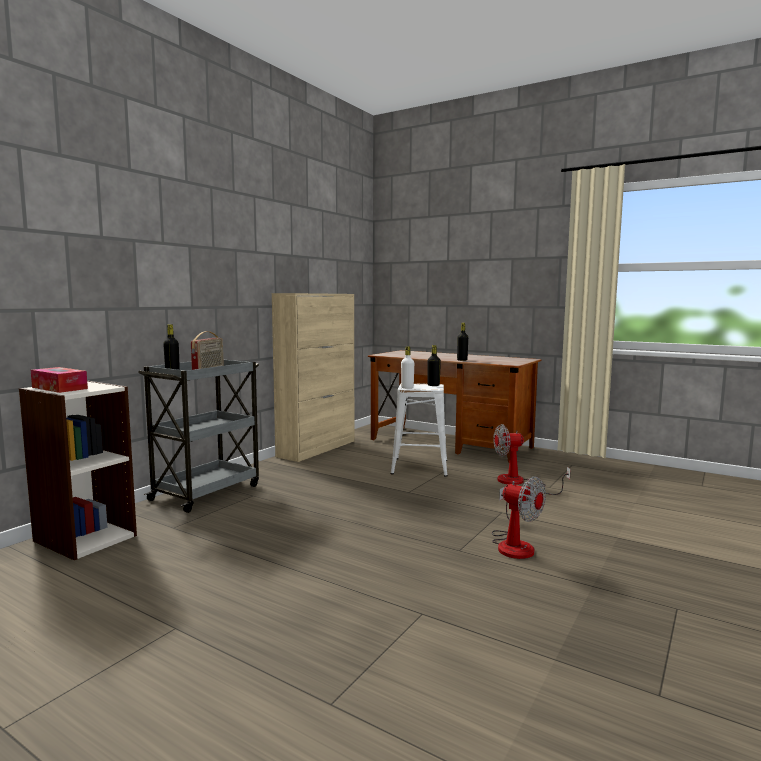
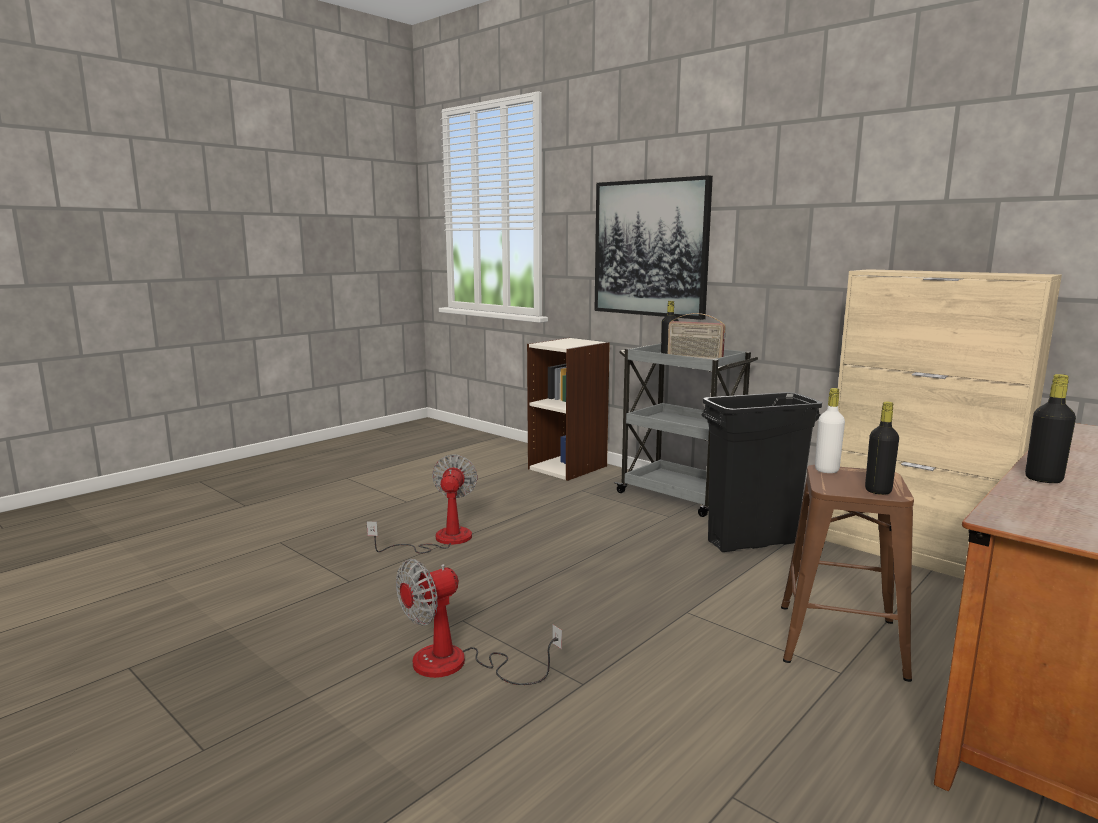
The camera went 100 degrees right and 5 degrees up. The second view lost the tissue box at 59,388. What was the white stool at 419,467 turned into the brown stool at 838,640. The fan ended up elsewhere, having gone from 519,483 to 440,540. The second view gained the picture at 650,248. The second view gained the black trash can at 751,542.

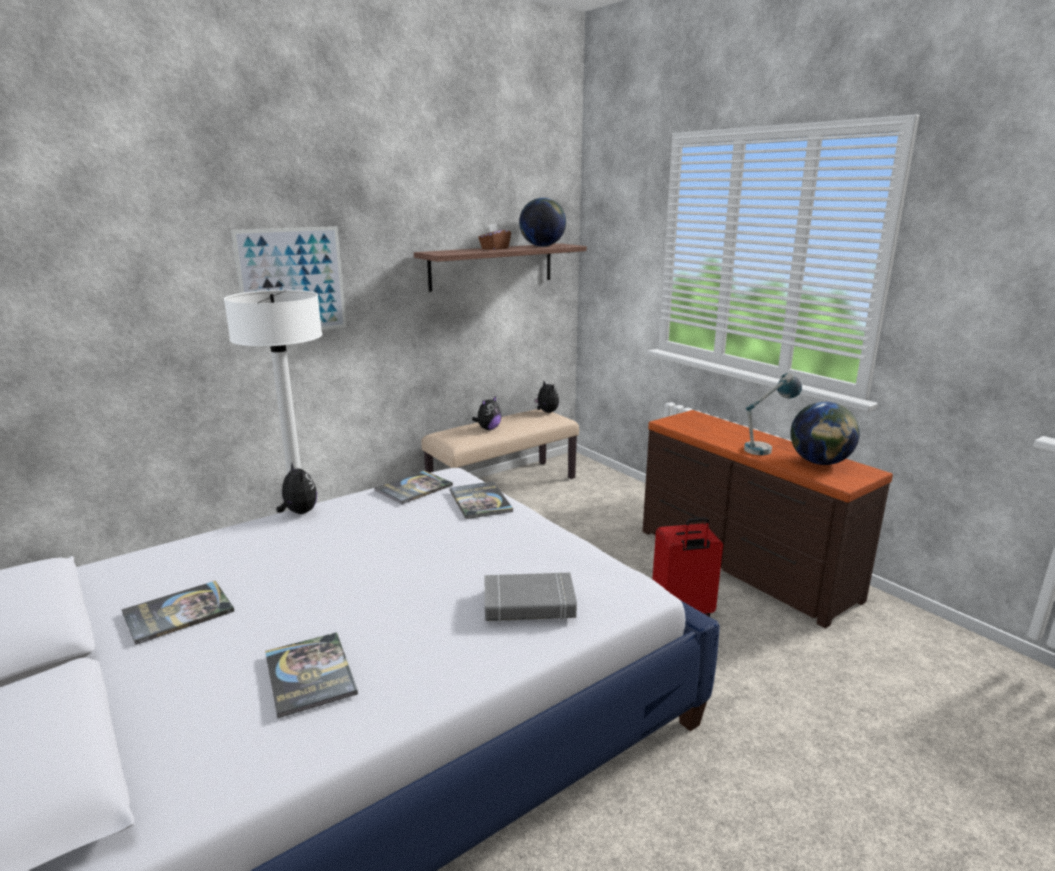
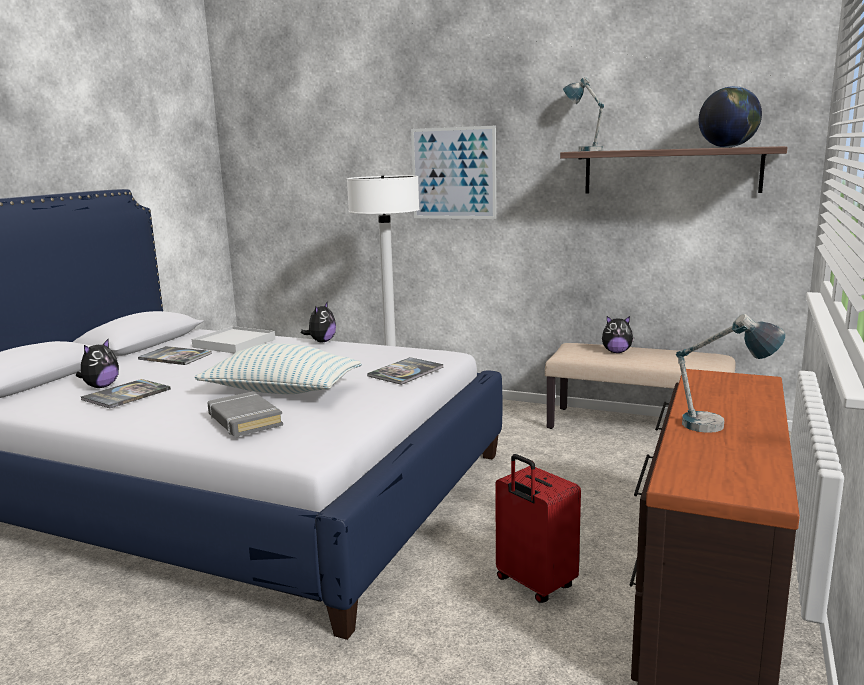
The camera went 60 degrees right and 5 degrees down. The second view lost the book at 413,488. The second view lost the brown tissue box at 494,248. The plush toy ended up elsewhere, having gone from 546,412 to 101,386. The second view lost the globe at 820,462. The second view gained the white tray at 234,343. The second view gained the pillow at 281,391. The second view gained the table lamp at 583,151.

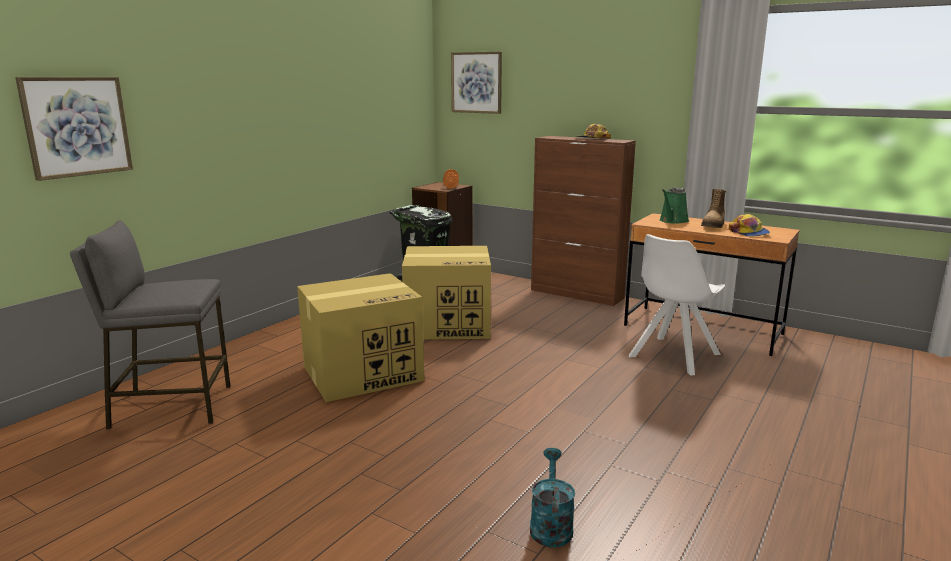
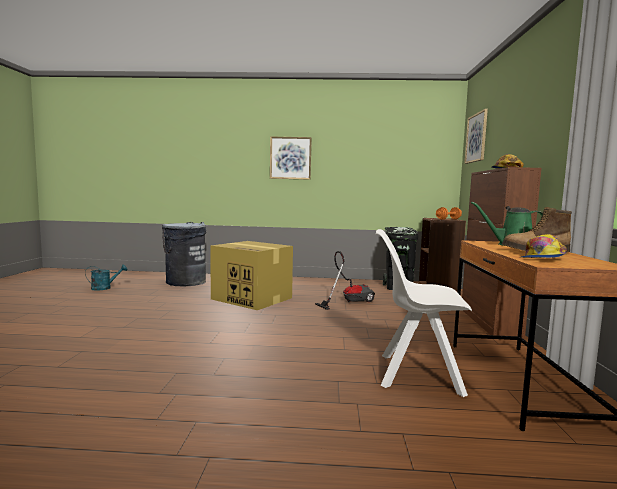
The camera went 60 degrees right and 10 degrees down. The picture ended up elsewhere, having gone from 77,126 to 290,158. Where the grey stool stood at 171,406, the grey trash can came to stand at 185,282. Where the cardboard box stood at 449,325, the vacuum cleaner came to stand at 348,301. The turquoise watering can ended up elsewhere, having gone from 550,525 to 105,288.

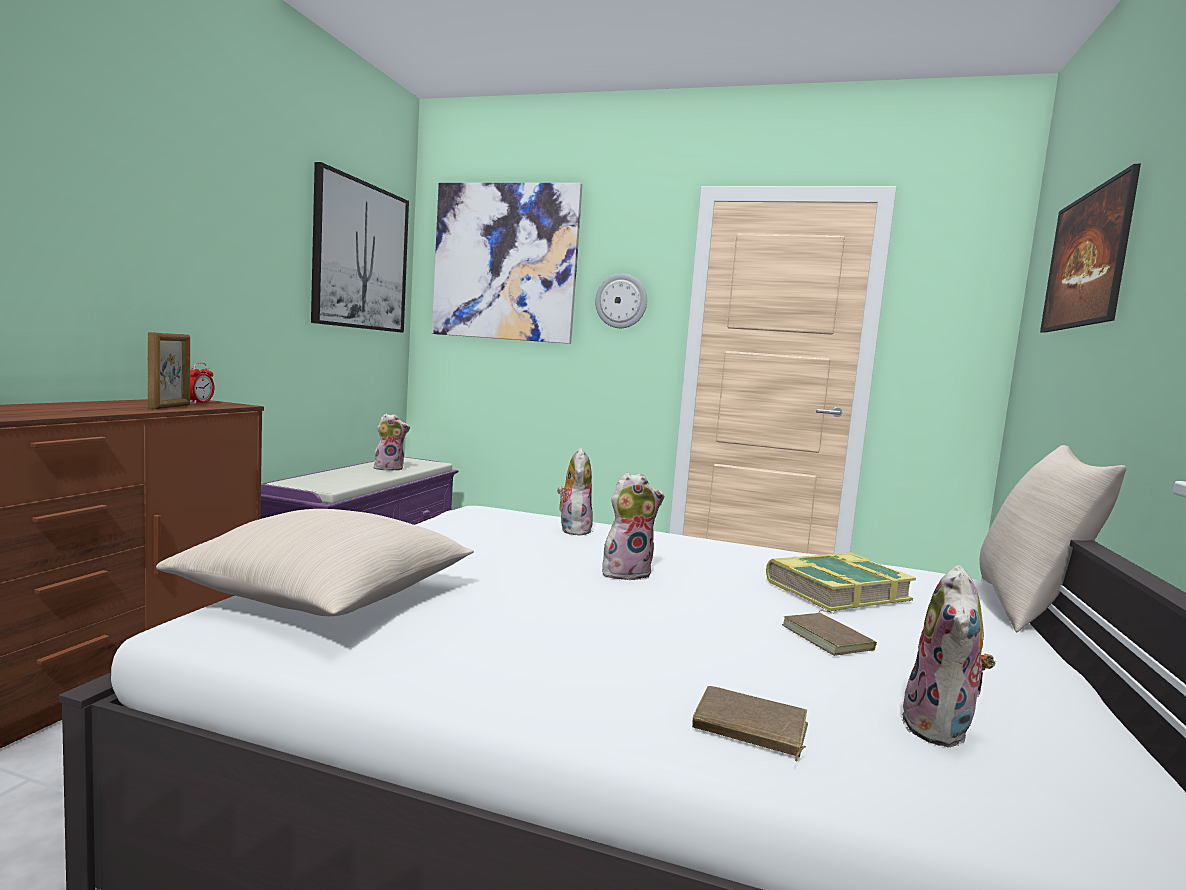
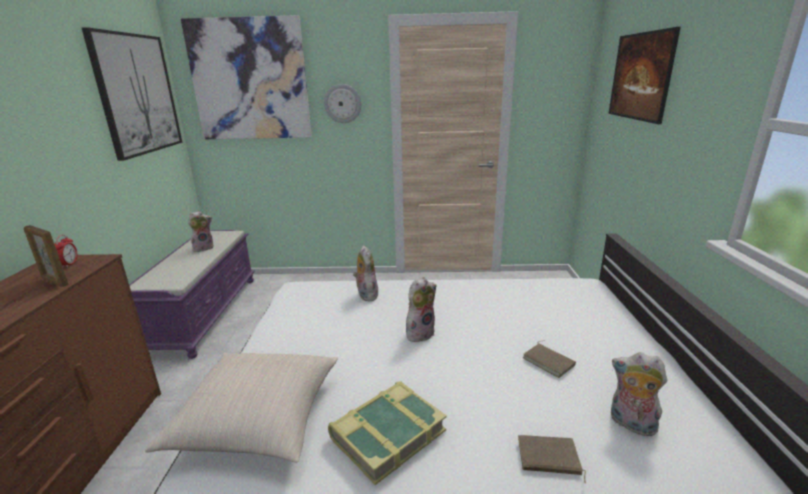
The camera went 15 degrees left and 15 degrees up. The picture frame at 170,407 ended up facing another way, 135 degrees clockwise from before. The book ended up elsewhere, having gone from 836,591 to 387,434. The plush toy at 941,730 ended up facing another way, 120 degrees clockwise from before. The second view lost the beige pillow at 1029,608.

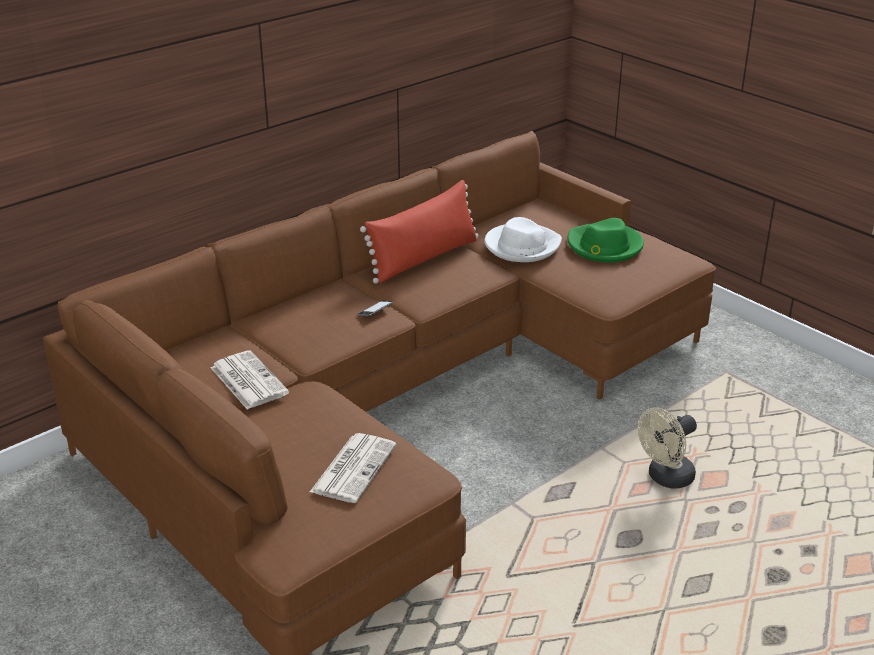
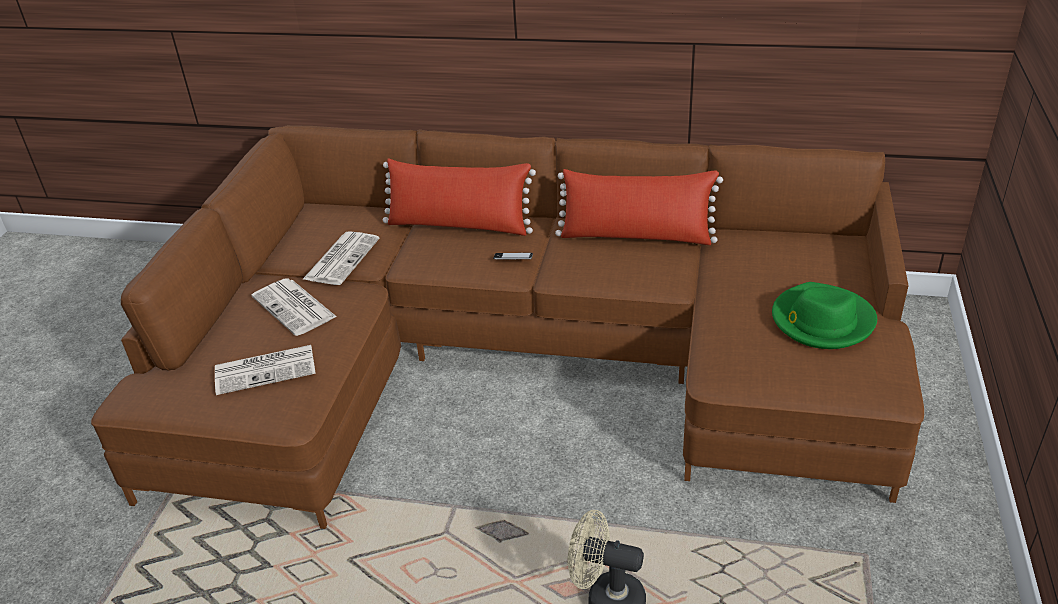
The camera went 55 degrees right and 5 degrees up. The second view lost the white hat at 522,246. The second view gained the newspaper at 295,307. The second view gained the red pillow at 459,225.

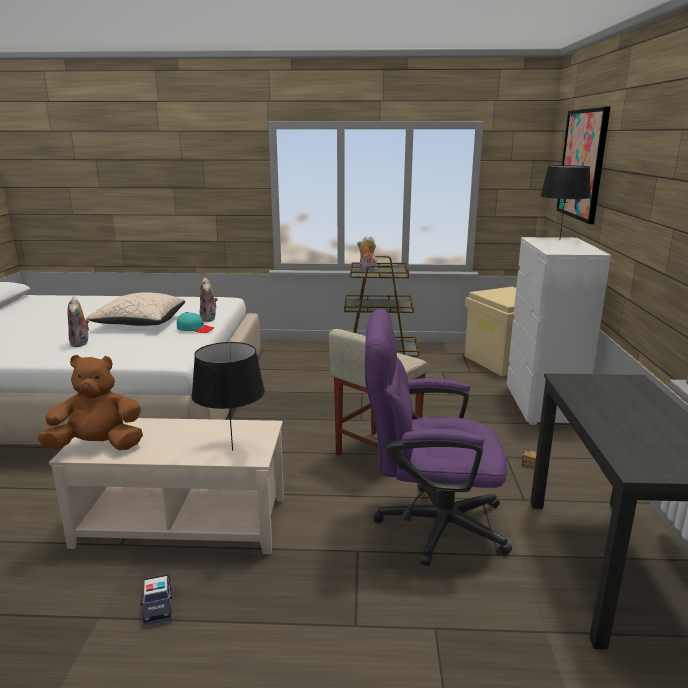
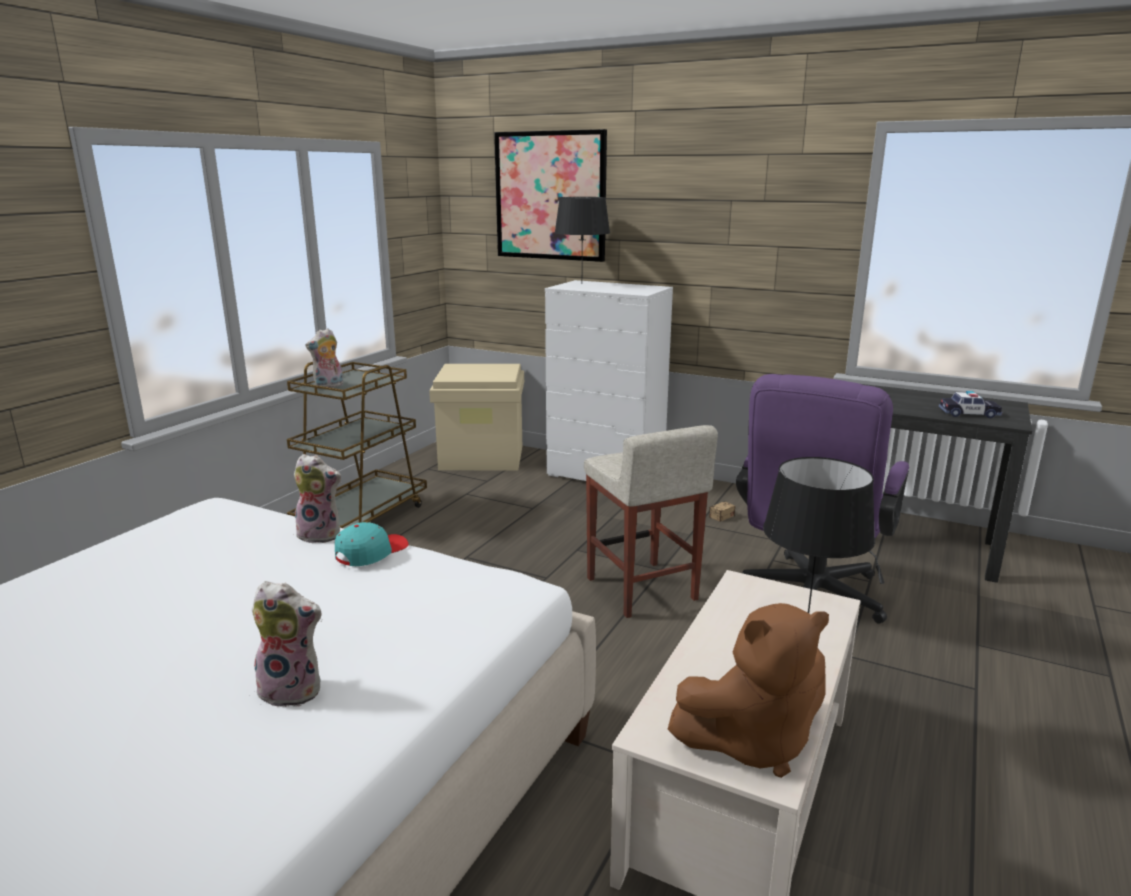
The camera went 65 degrees left and 0 degrees up. The brown plush toy at 98,446 ended up facing another way, 120 degrees counterclockwise from before. The second view lost the beige pillow at 140,323. The toy car ended up elsewhere, having gone from 157,604 to 969,413.

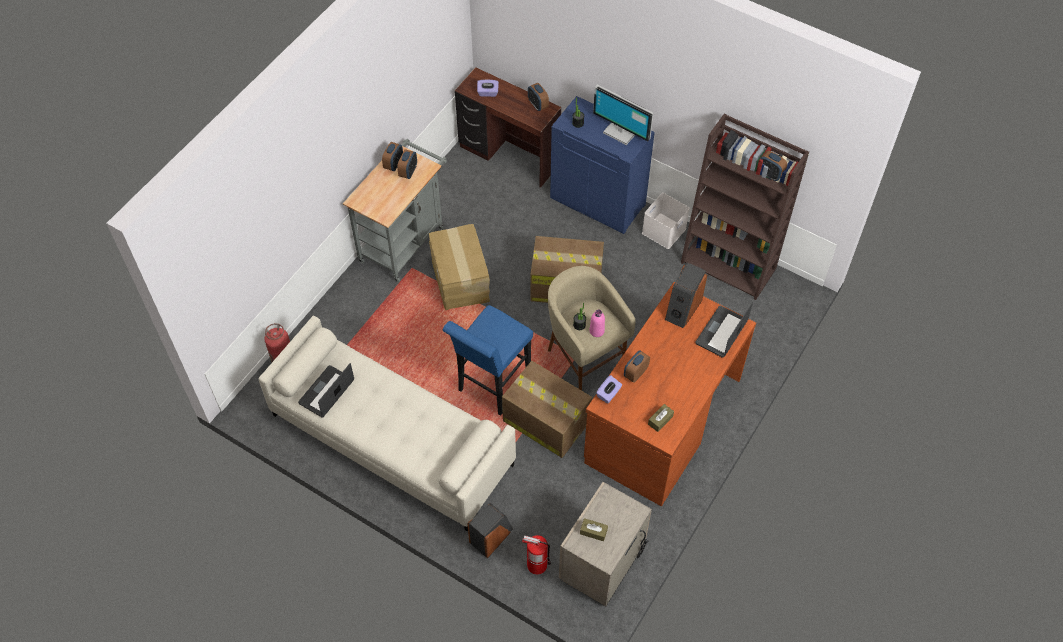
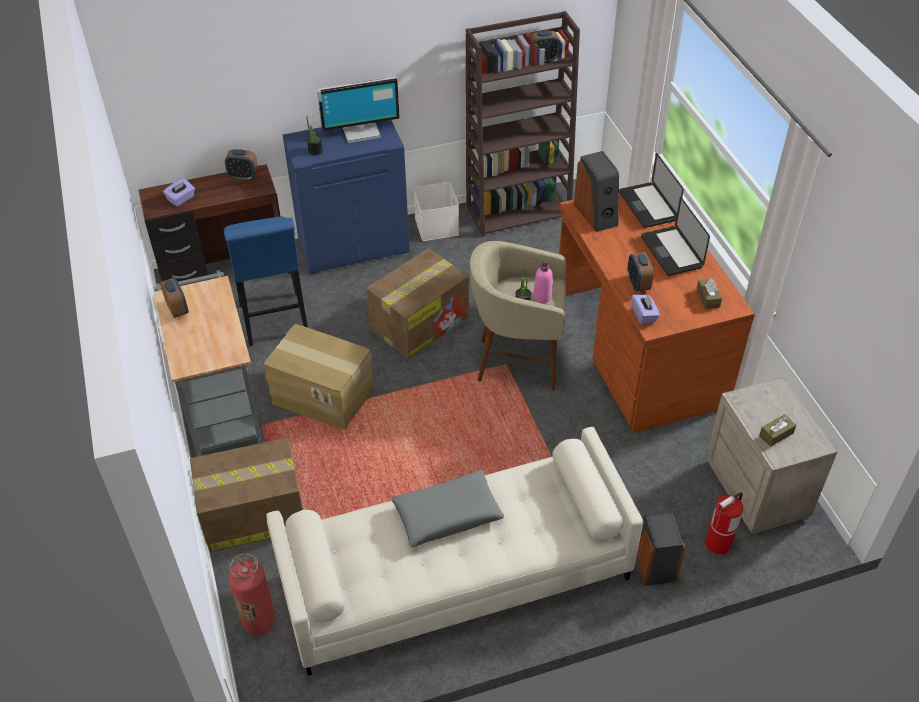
The camera went 50 degrees left and 10 degrees down. The laptop ended up elsewhere, having gone from 326,392 to 671,252. The second view lost the alarm clock at 408,172. The blue stool ended up elsewhere, having gone from 491,388 to 275,323. The cardboard box ended up elsewhere, having gone from 545,420 to 252,514. The second view gained the grey pillow at 447,514.

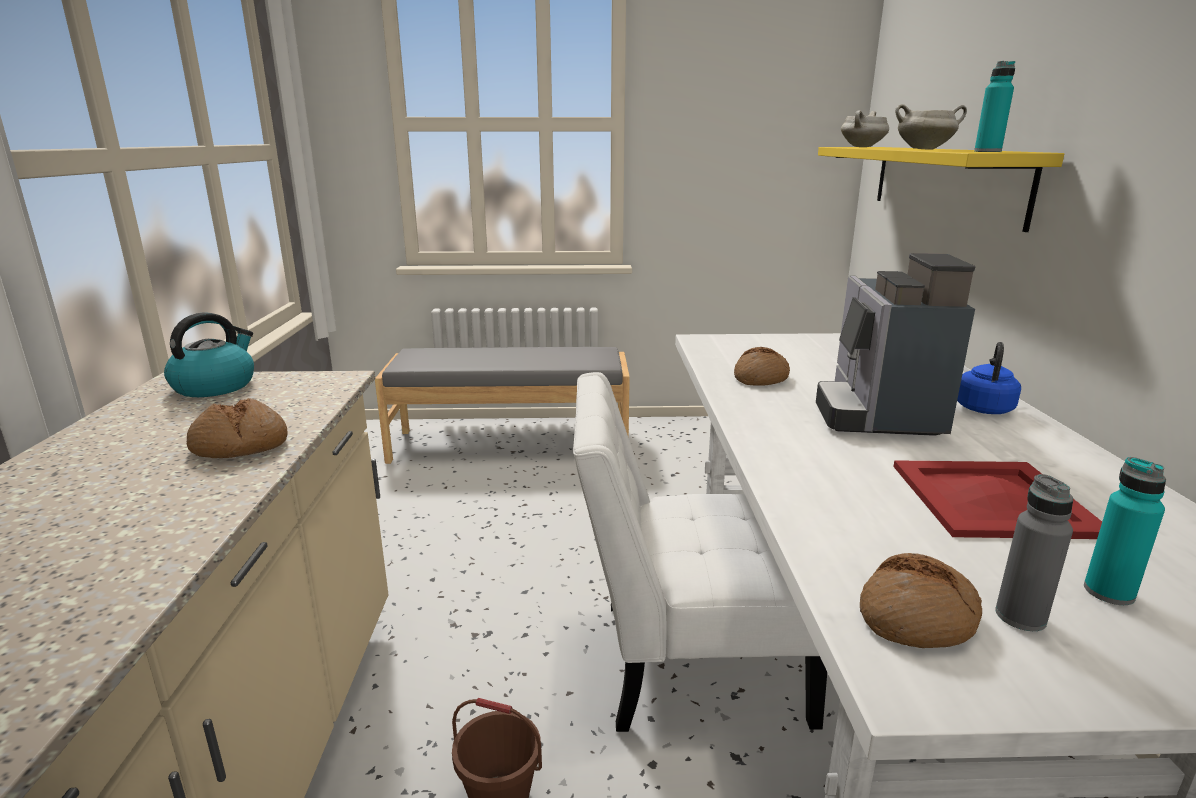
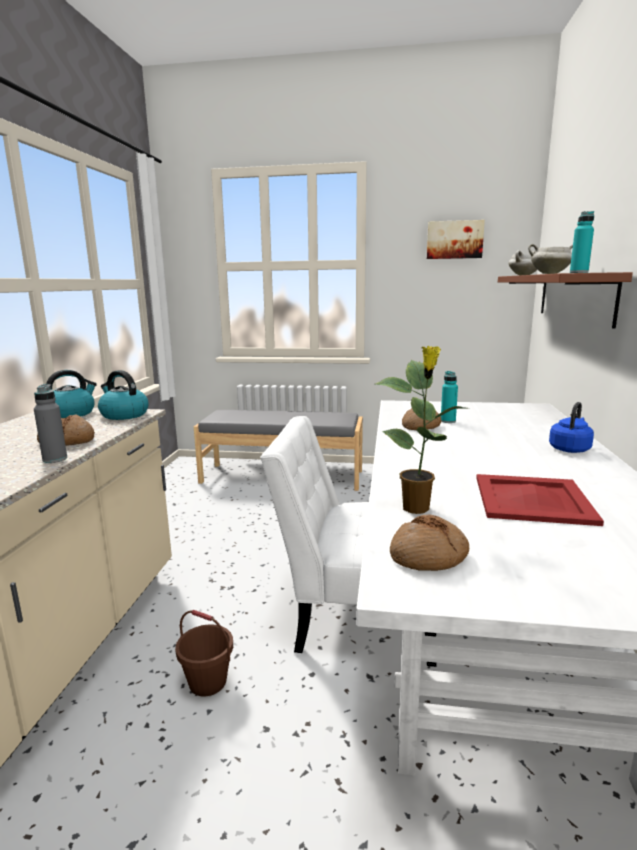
The camera went 10 degrees right and 5 degrees down. The second view lost the coffee machine at 878,413. What was the yellow shelf at 943,181 turned into the brown shelf at 574,297. The grey bottle ended up elsewhere, having gone from 1020,617 to 55,459. The turquoise bottle ended up elsewhere, having gone from 1108,592 to 448,421. The second view gained the kettle at 123,415. The second view gained the potted plant at 417,508. The second view gained the picture at 454,240.

